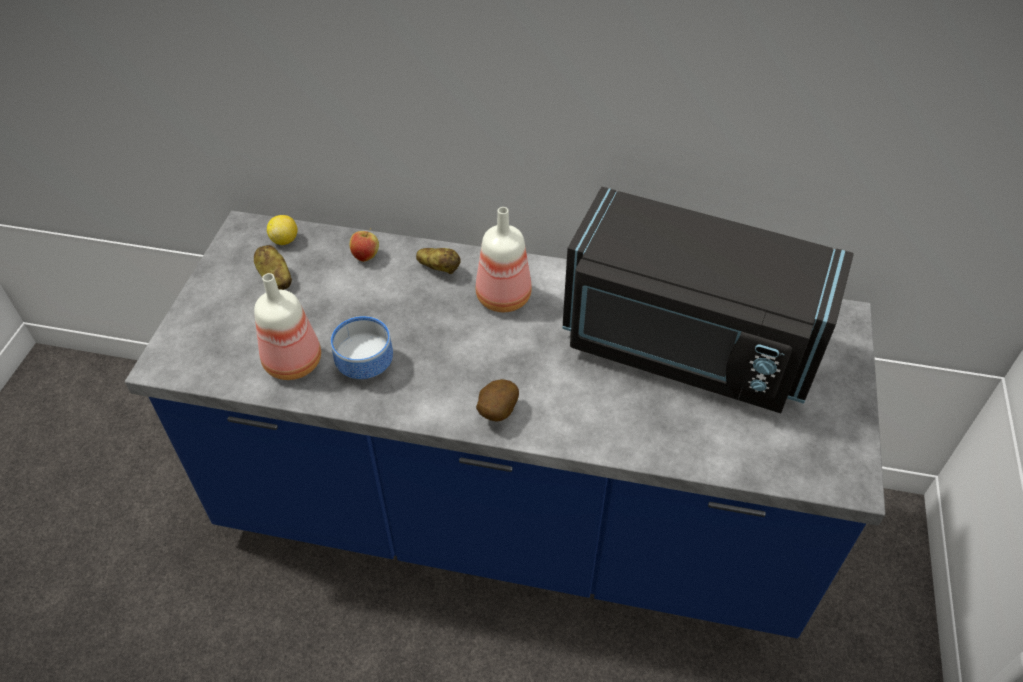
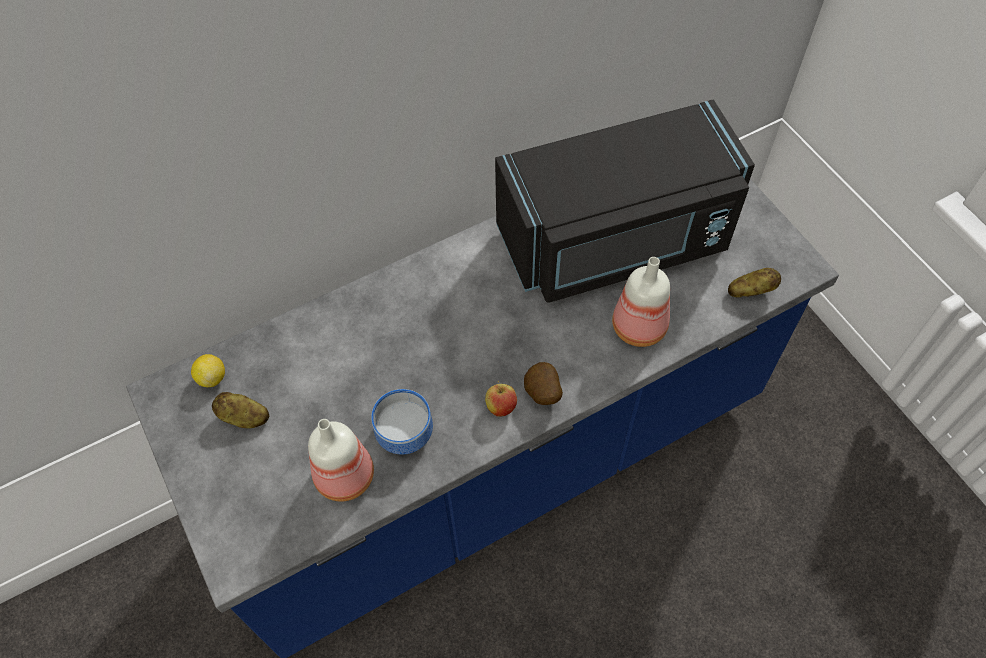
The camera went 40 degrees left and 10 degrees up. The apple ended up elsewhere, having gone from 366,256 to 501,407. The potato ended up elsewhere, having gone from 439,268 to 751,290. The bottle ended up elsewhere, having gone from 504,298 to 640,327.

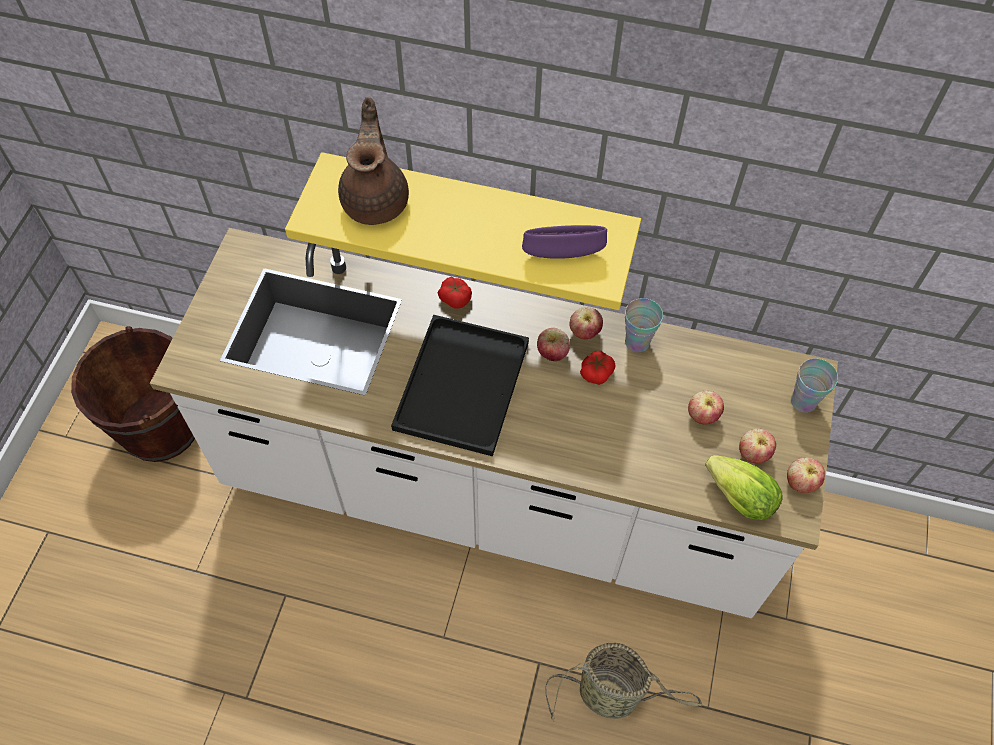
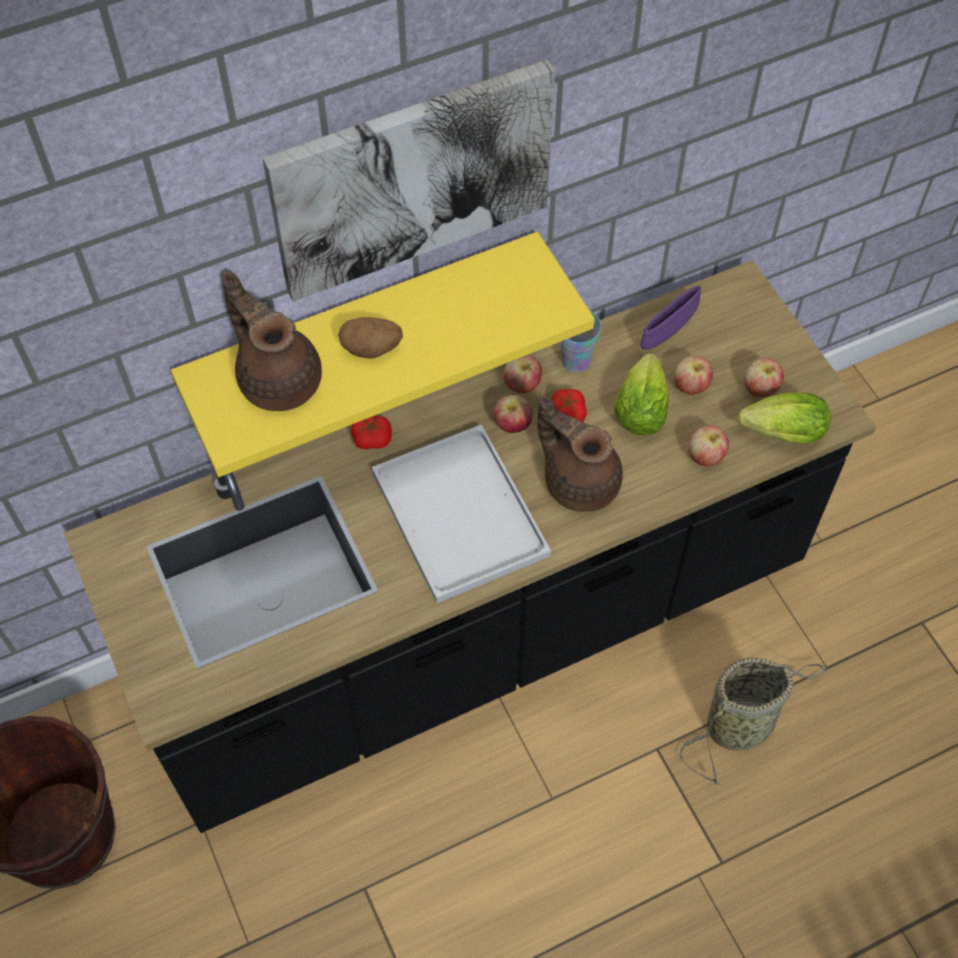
The camera went 40 degrees left and 0 degrees up. What was the white counter at 495,496 turned into the black counter at 479,631. What was the black tray at 461,382 turned into the white tray at 456,512. The purple bowl ended up elsewhere, having gone from 563,254 to 668,331. The apple ended up elsewhere, having gone from 800,483 to 705,456. The second view lost the cup at 803,401. The second view gained the picture at 412,178. The second view gained the potato at 372,348. The second view gained the brown teapot at 579,480. The second view gained the lettuce at 641,406.

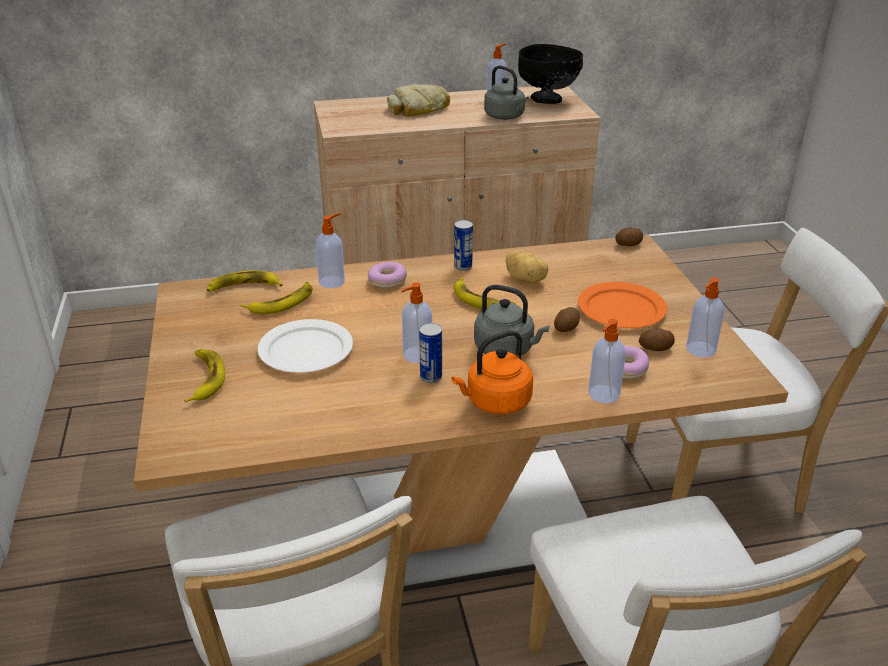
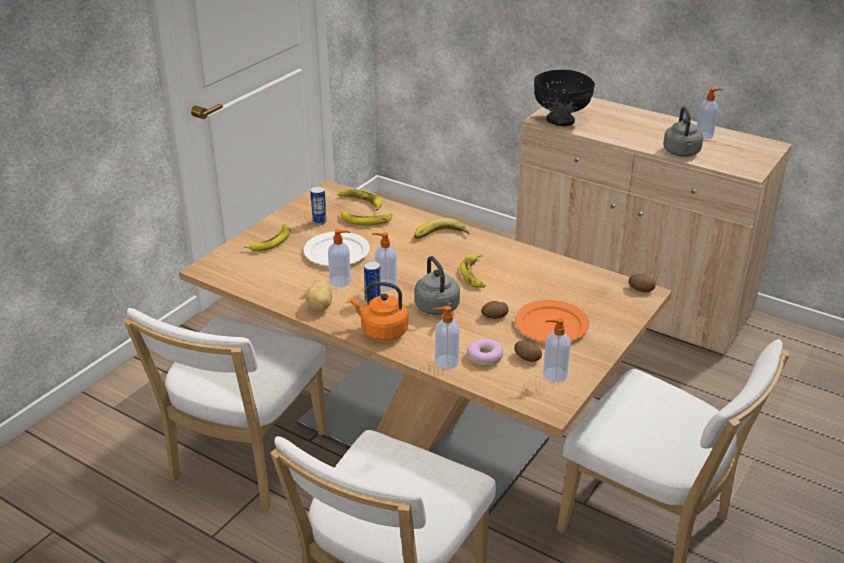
The camera went 45 degrees right and 0 degrees up. The soap dispenser ended up elsewhere, having gone from 333,281 to 341,281. Where the donut stood at 387,281, the banana came to stand at 441,236. The second view lost the bread at 418,109. The can ended up elsewhere, having gone from 463,266 to 319,221. The potato ended up elsewhere, having gone from 526,279 to 321,305. The black bowl ended up elsewhere, having gone from 547,100 to 560,121.

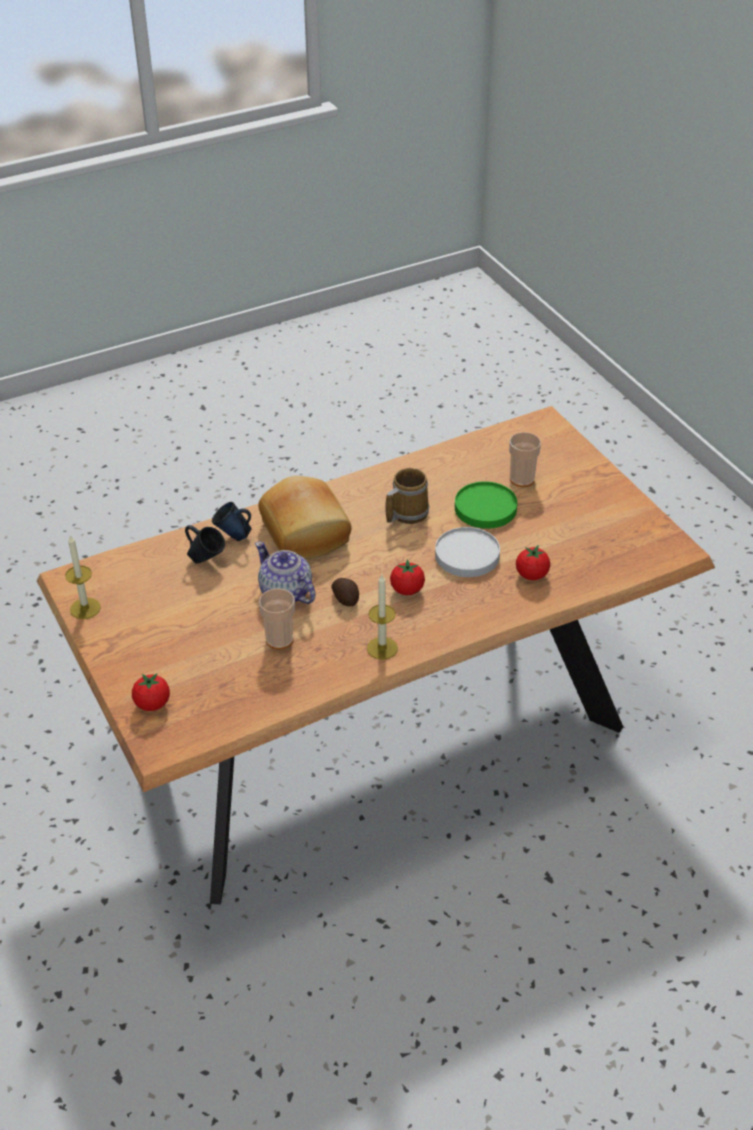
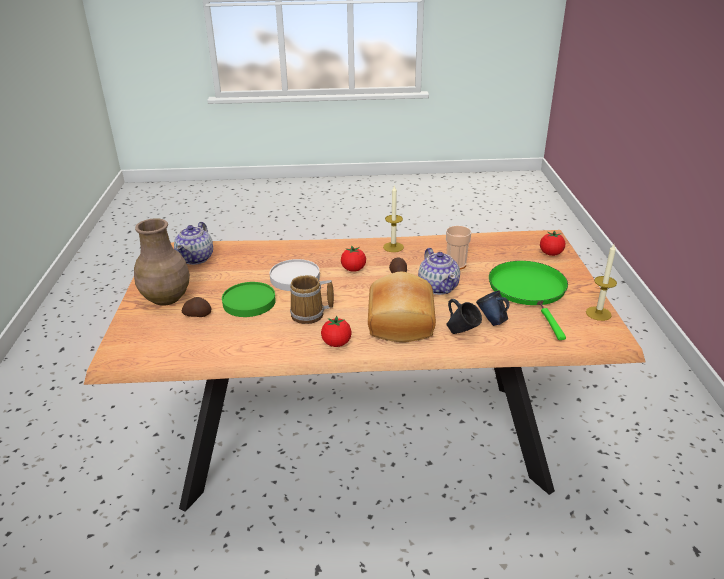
The camera went 155 degrees left and 10 degrees down. Where the cup stood at 522,479, the potato came to stand at 197,314. The tomato ended up elsewhere, having gone from 531,575 to 336,343. The second view gained the brown vase at 167,298. The second view gained the teapot at 196,258. The second view gained the green frying pan at 529,291.

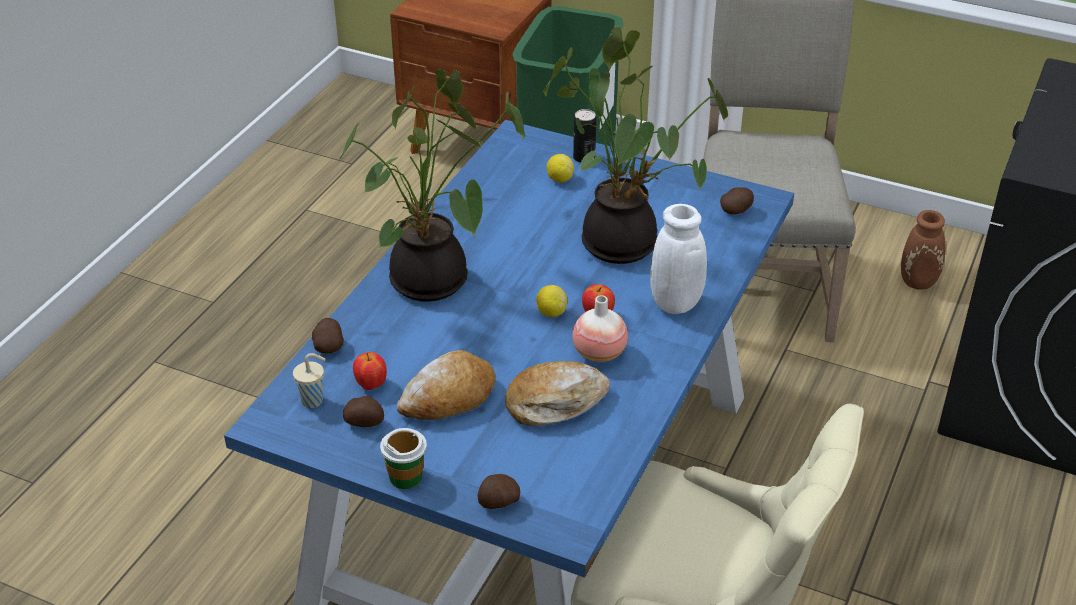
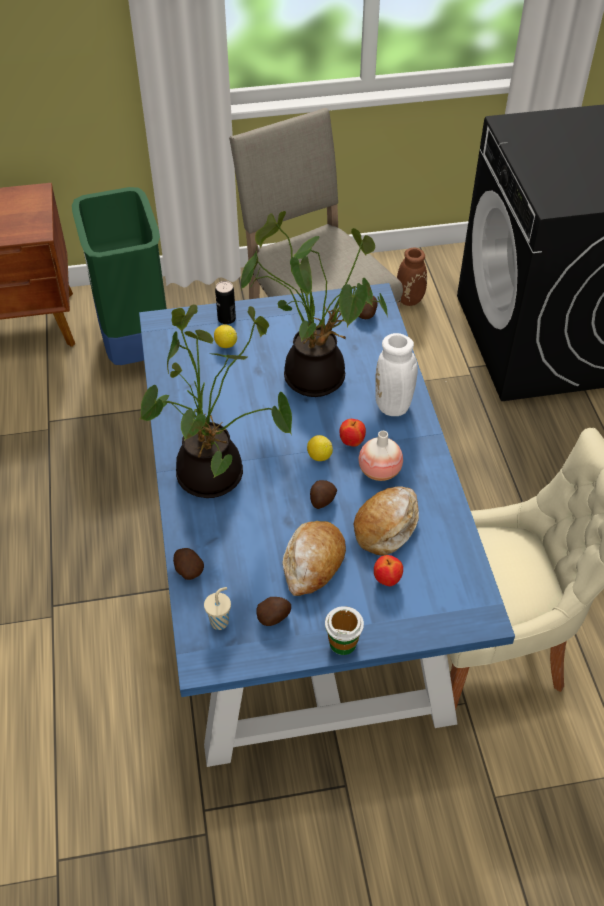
The camera went 35 degrees left and 10 degrees up. The apple ended up elsewhere, having gone from 371,385 to 387,580. The potato ended up elsewhere, having gone from 498,502 to 321,501.

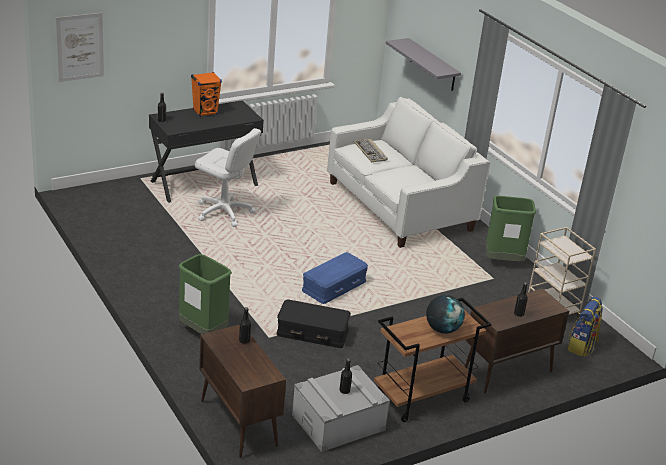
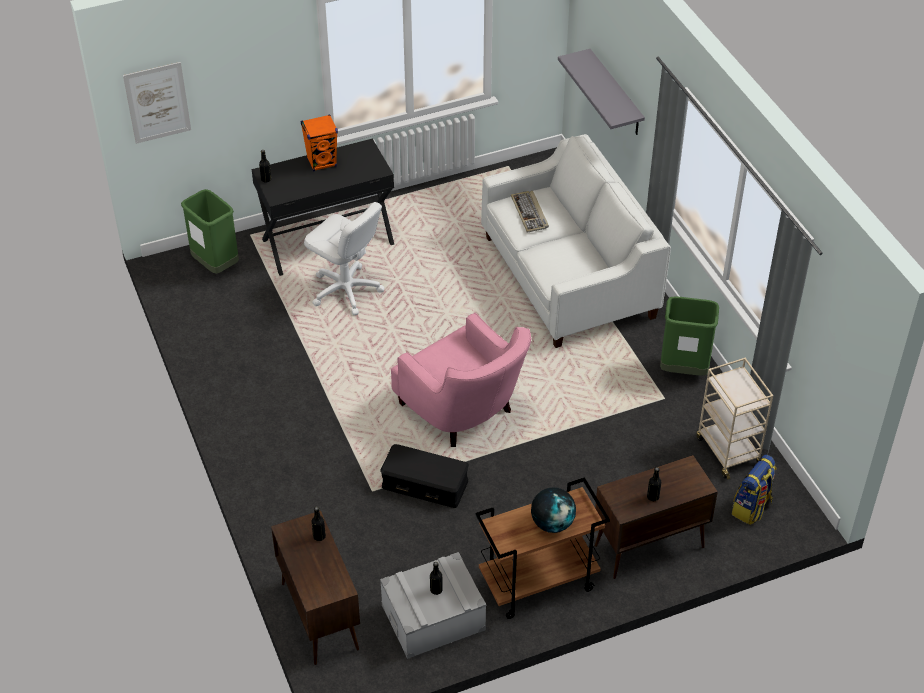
The camera went 10 degrees right and 15 degrees up. The green trash can ended up elsewhere, having gone from 203,331 to 215,265. Where the blue storage box stood at 334,287, the pink armchair came to stand at 463,412.

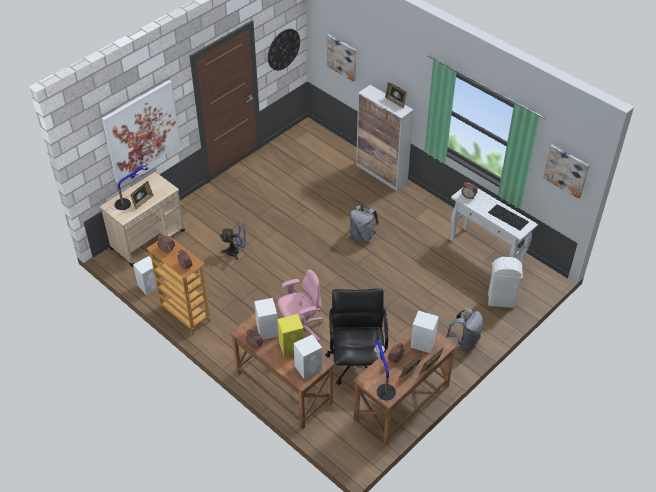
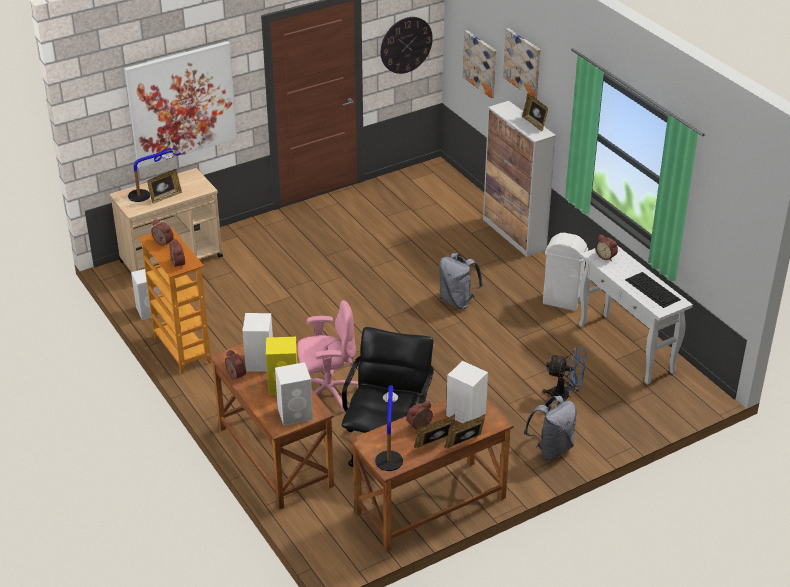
The camera went 15 degrees right and 10 degrees down. The blue fan ended up elsewhere, having gone from 236,252 to 565,396. The white trash can ended up elsewhere, having gone from 501,301 to 562,302. The picture ended up elsewhere, having gone from 566,170 to 523,63.

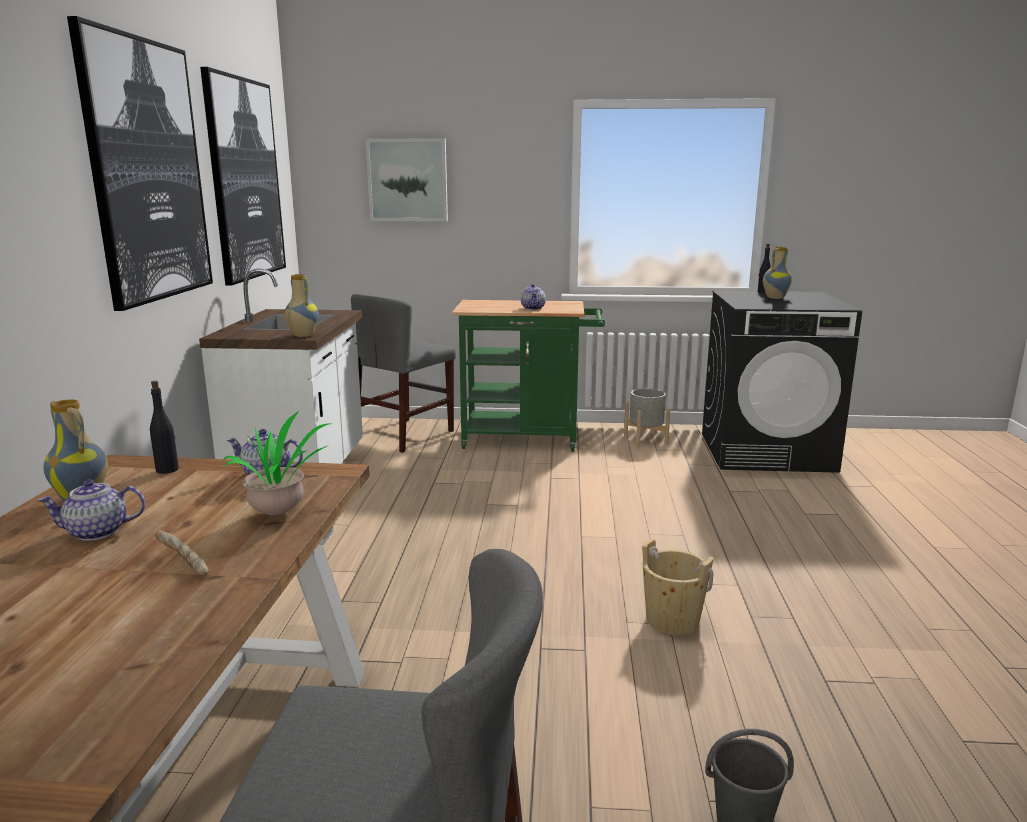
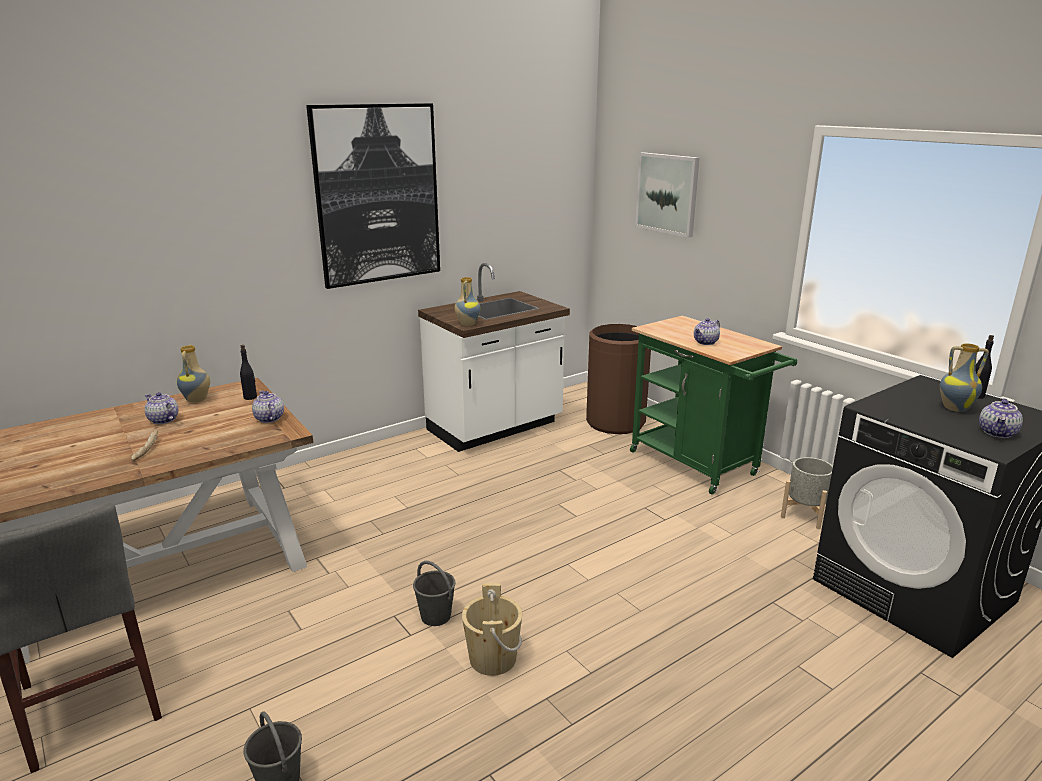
The camera went 50 degrees right and 5 degrees up. The second view lost the picture at 245,179. The second view lost the potted plant at 281,512. Where the grey chair stood at 404,435, the brown trash can came to stand at 615,422. The second view gained the grey bucket at 435,616. The second view gained the teapot at 997,433.

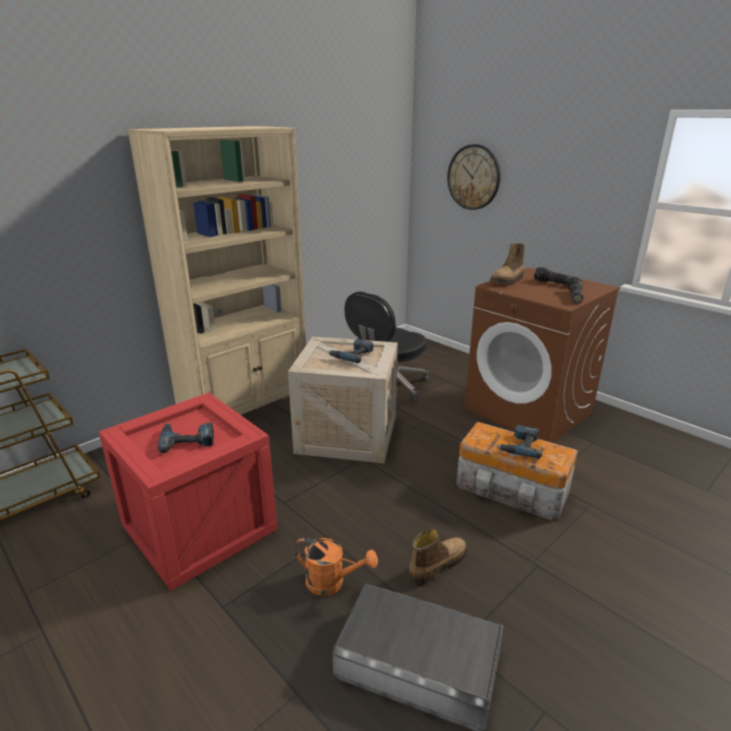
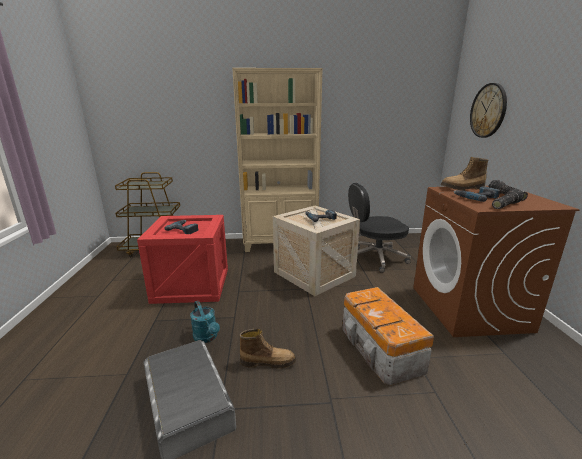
The camera went 40 degrees right and 5 degrees down. What was the orange watering can at 332,582 turned into the turquoise watering can at 207,337. The power drill ended up elsewhere, having gone from 519,445 to 476,197.

